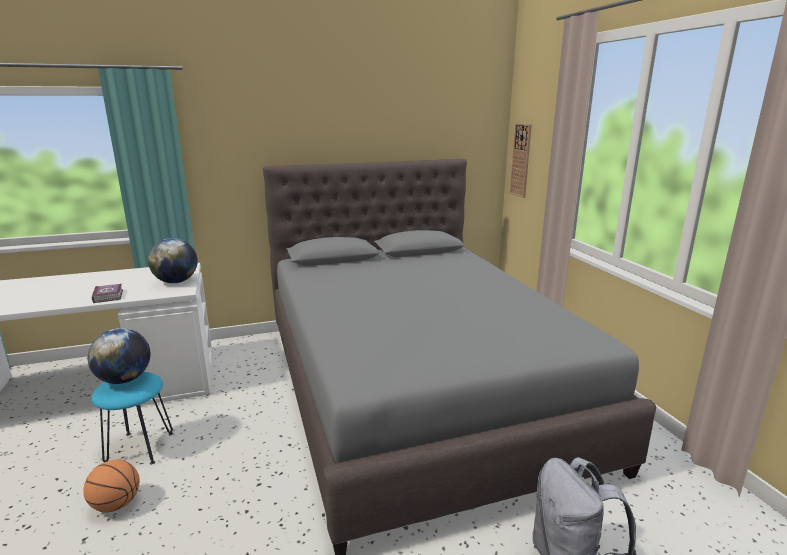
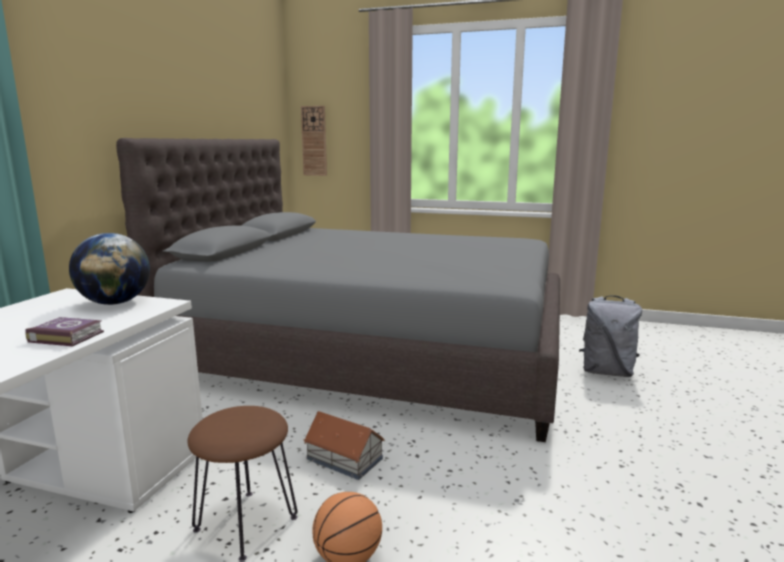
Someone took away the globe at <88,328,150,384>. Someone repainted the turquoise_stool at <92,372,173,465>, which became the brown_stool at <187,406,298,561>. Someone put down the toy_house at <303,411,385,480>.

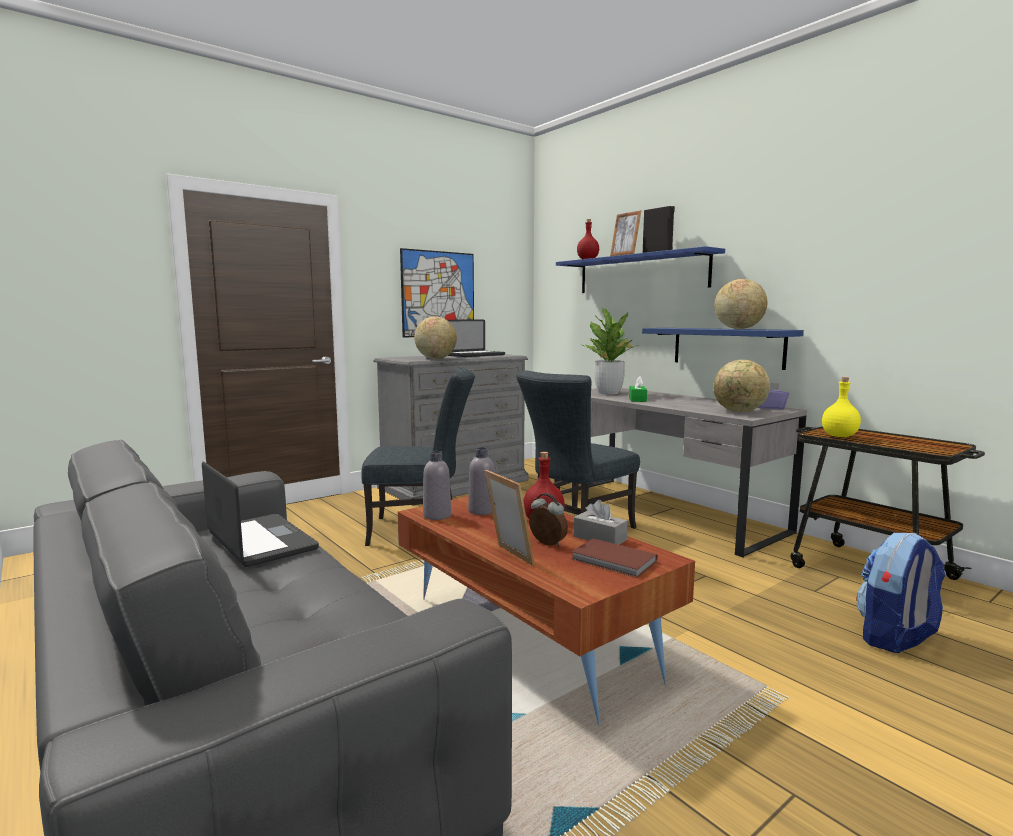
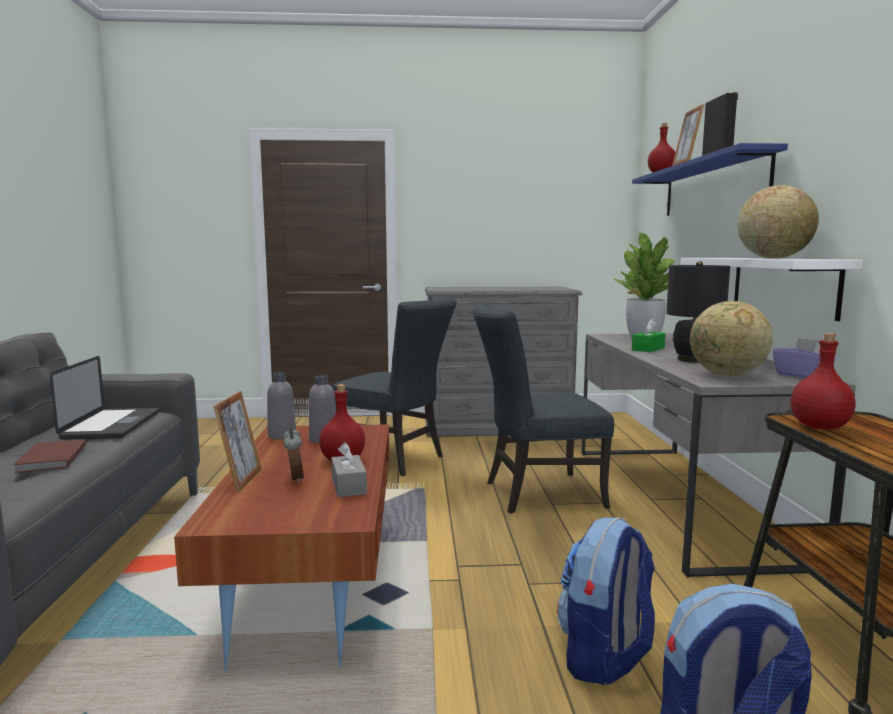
Someone took away the picture at <400,248,474,338>. Someone took away the globe at <414,317,457,359>. Someone took away the laptop at <447,320,505,357>. Someone carried the brown_book from <571,539,658,578> to <13,439,86,473>. Someone repainted the blue_shelf at <642,328,804,370>, which became the white_shelf at <680,258,863,321>. Someone repainted the yellow_bottle at <822,377,861,437>, which became the red_bottle at <791,333,856,430>. Someone put down the backpack at <557,517,655,685>. Someone put down the black_table_lamp at <666,261,730,363>.

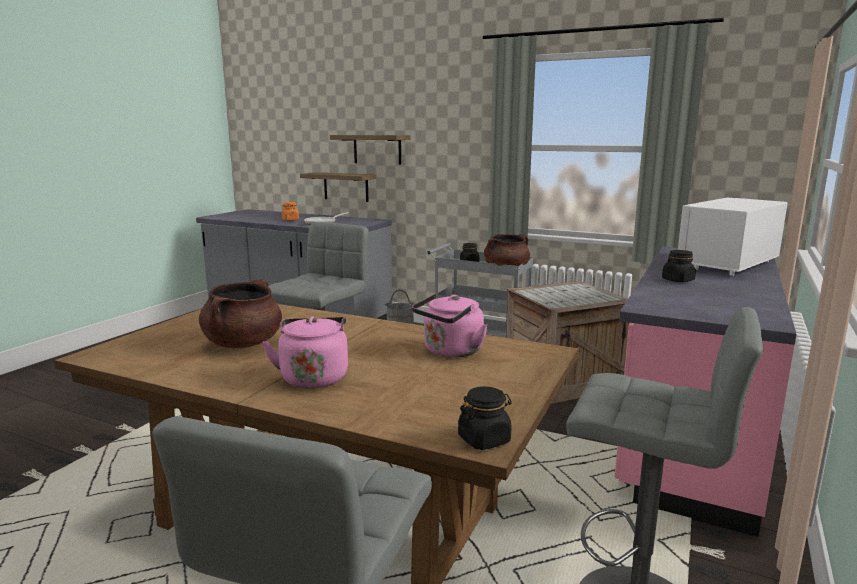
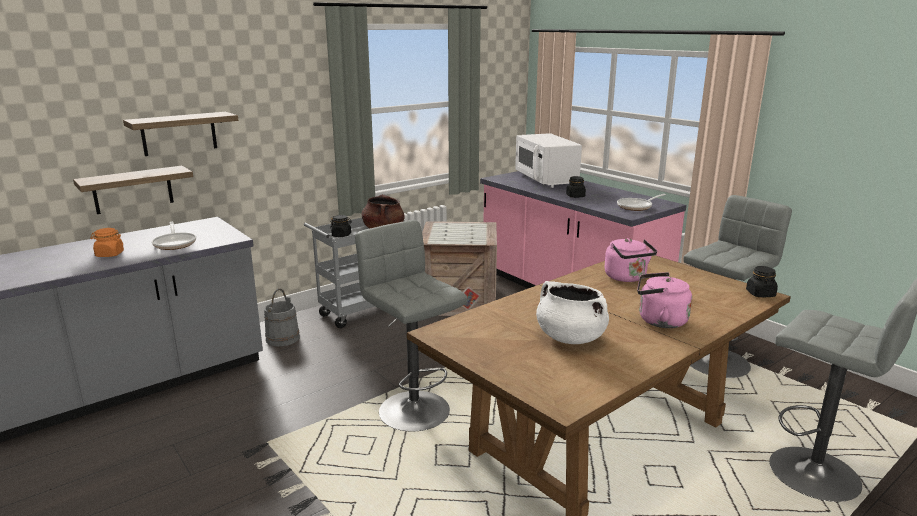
Someone repainted the brown_cooking_pot at <199,280,282,348>, which became the white_cooking_pot at <536,281,609,344>. Someone put down the frying_pan at <617,194,666,211>.

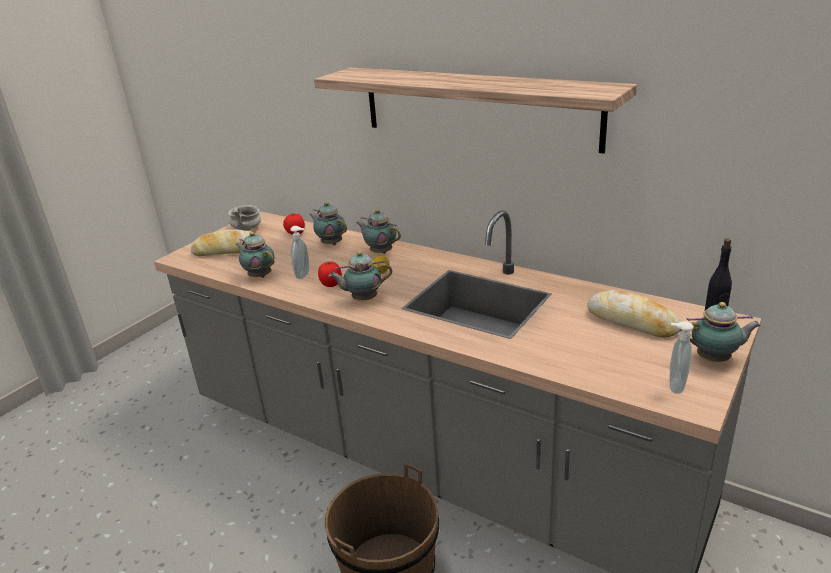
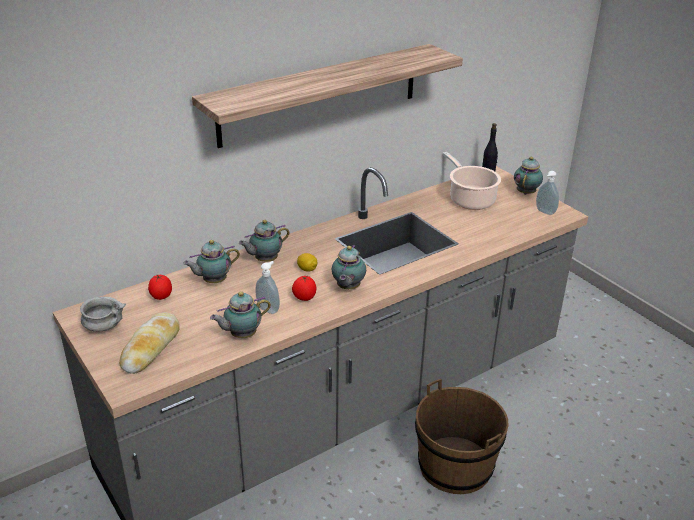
Someone swapped the bread at <587,290,681,338> for the cooking_pot at <443,152,501,210>.

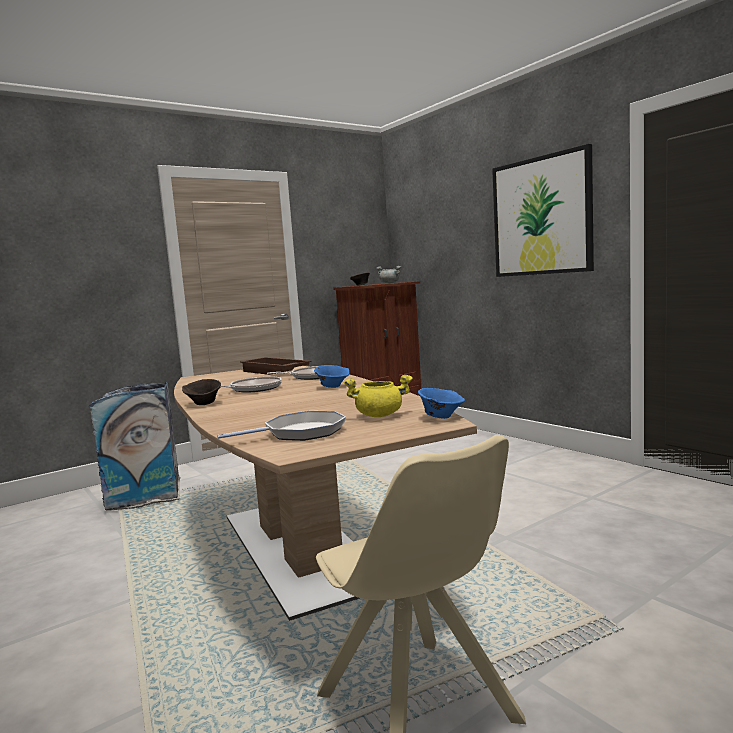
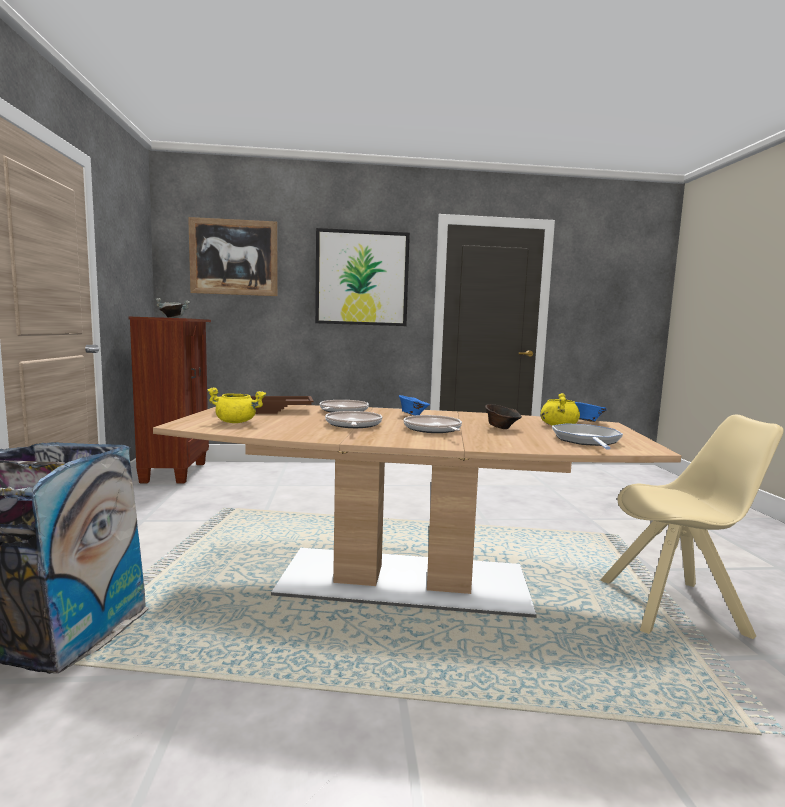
Someone carried the brown_bowl from <182,379,221,405> to <485,404,522,429>. Someone put up the picture at <188,217,278,296>. Someone put down the yellow_cooking_pot at <207,387,266,423>. Someone put down the frying_pan at <403,415,462,433>.

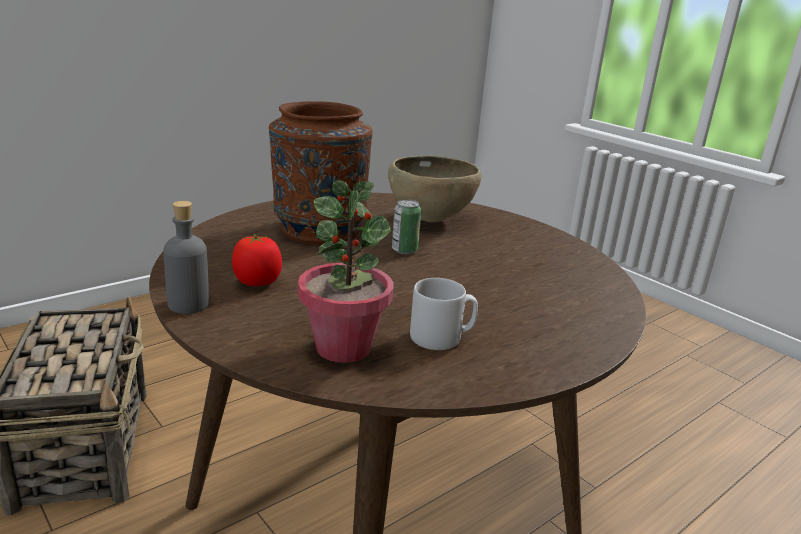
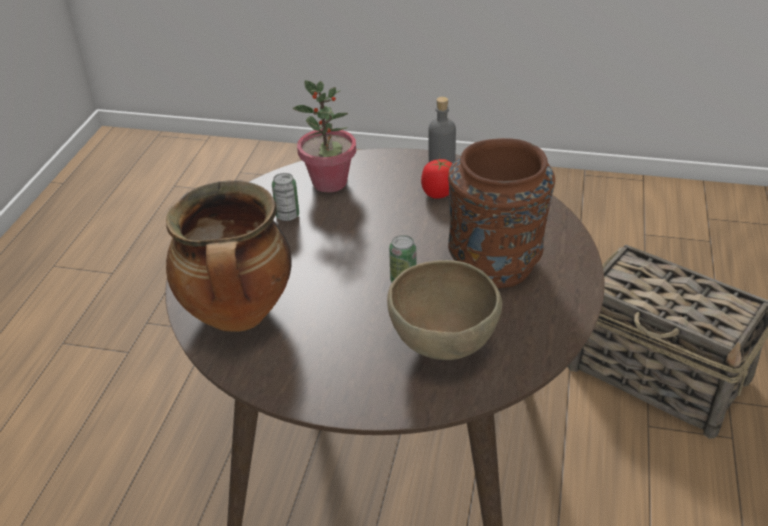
Someone swapped the grey_mug at <410,278,478,350> for the can at <272,173,299,221>. Someone put down the cooking_pot at <166,180,292,332>.

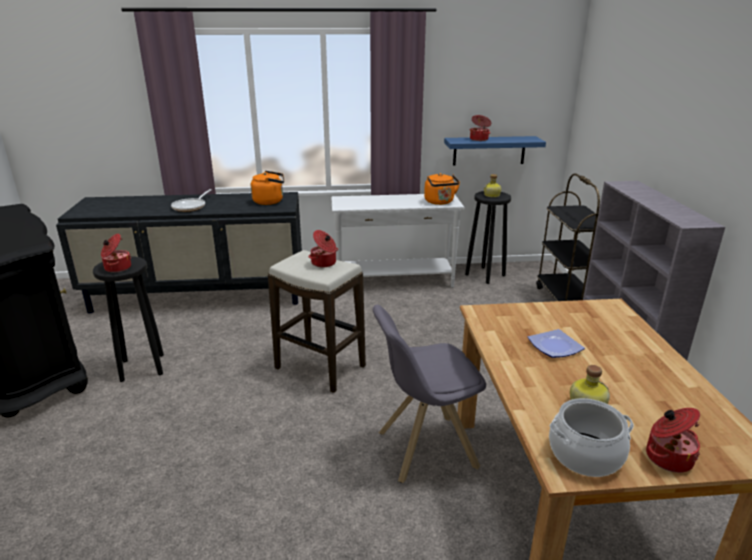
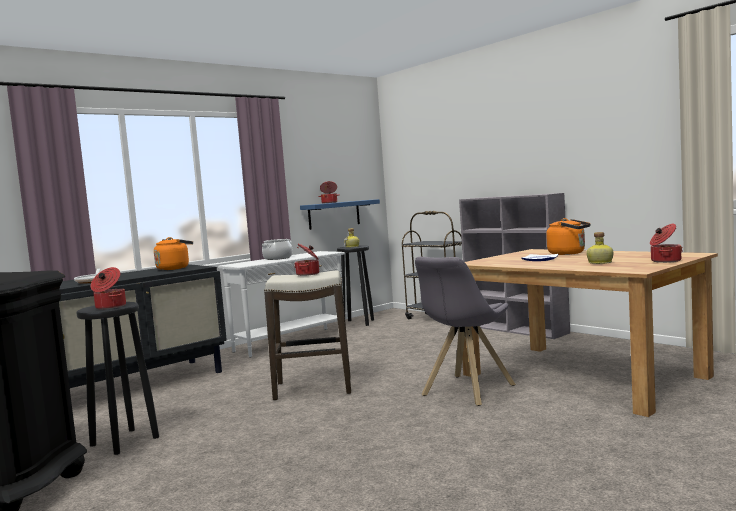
Someone carried the orange_kettle from <424,173,460,205> to <546,218,591,255>. Someone carried the cooking_pot from <549,398,634,477> to <262,239,293,260>.

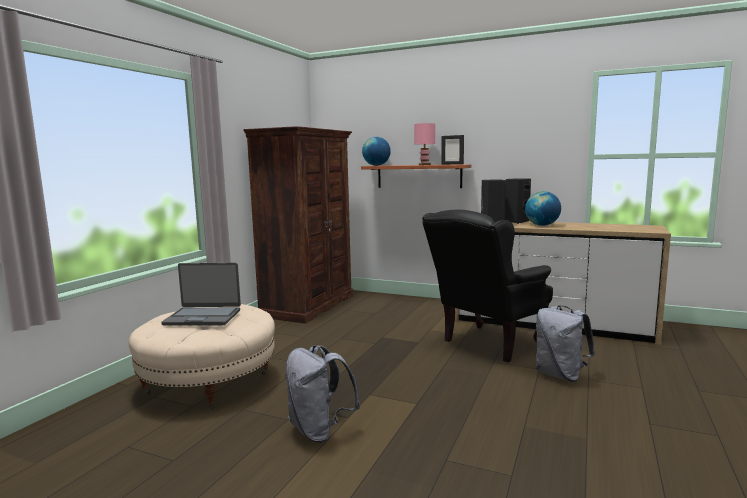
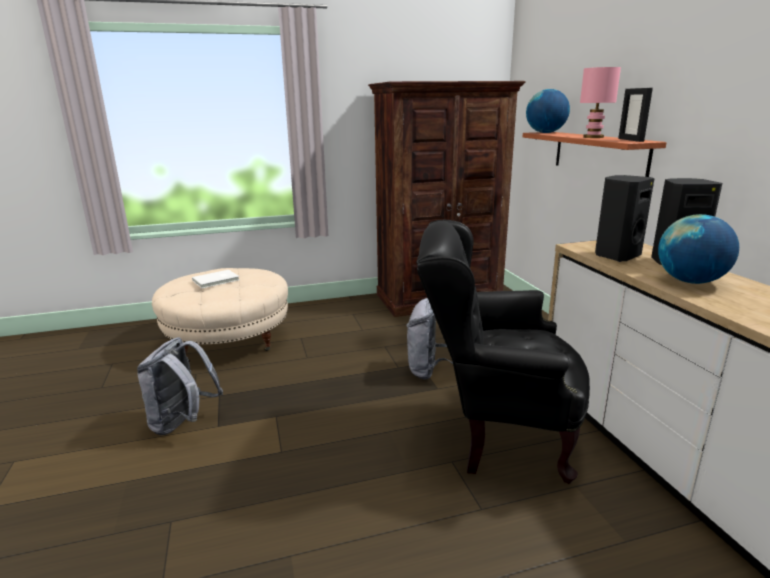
Someone swapped the laptop at <161,263,241,326> for the white_book at <192,270,239,288>. Someone carried the grey_backpack from <536,306,595,382> to <407,298,453,380>.

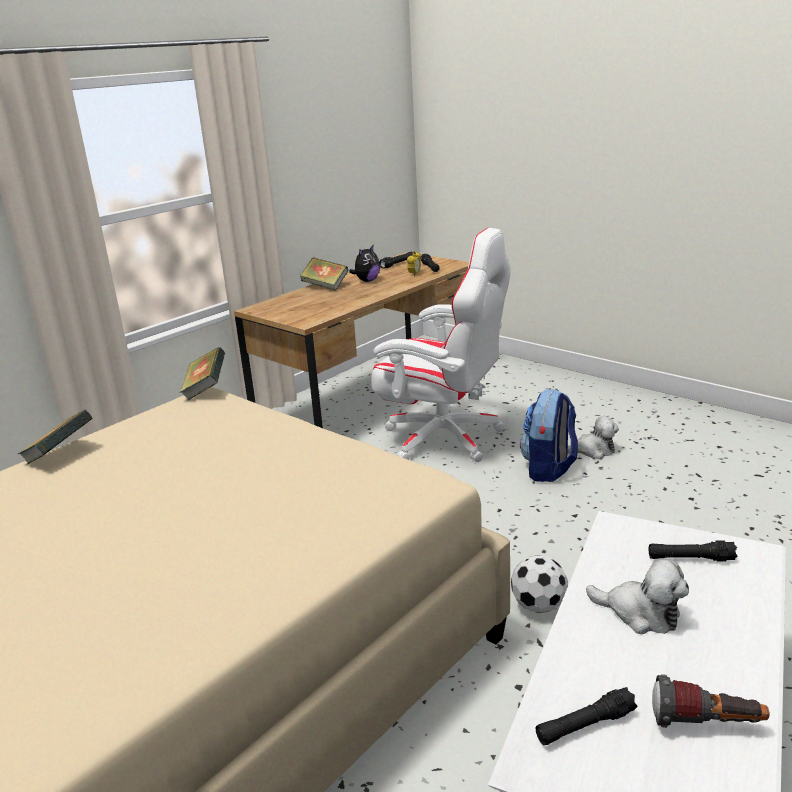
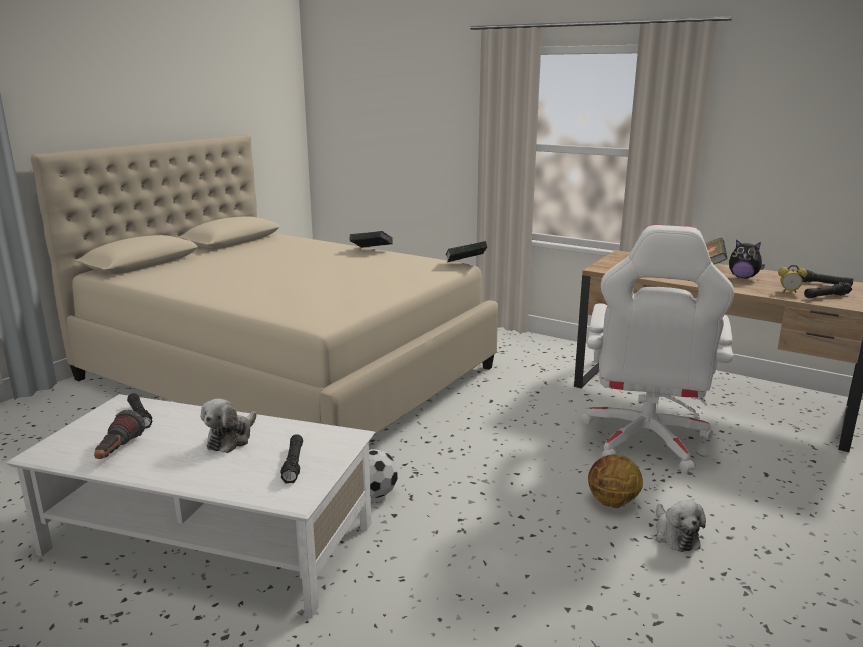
Someone swapped the backpack at <520,389,578,482> for the basketball at <588,454,643,508>.

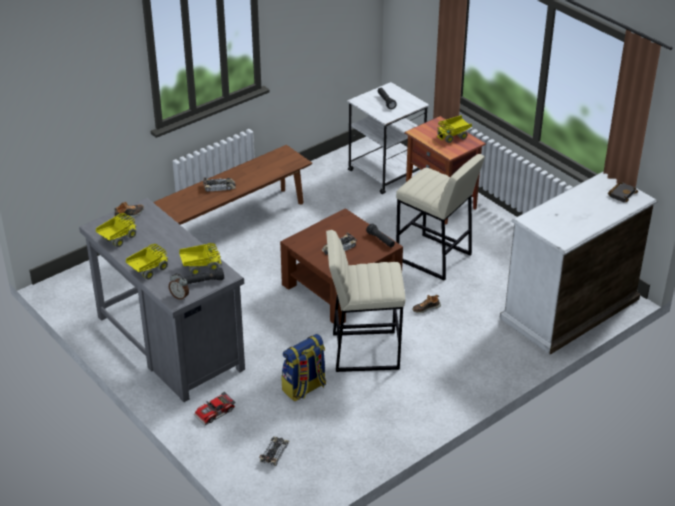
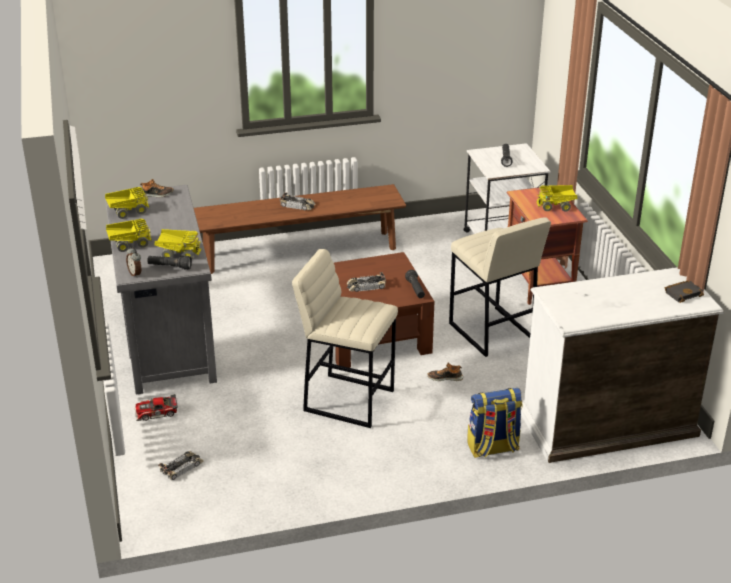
Someone carried the backpack from <282,334,326,401> to <467,388,522,458>.

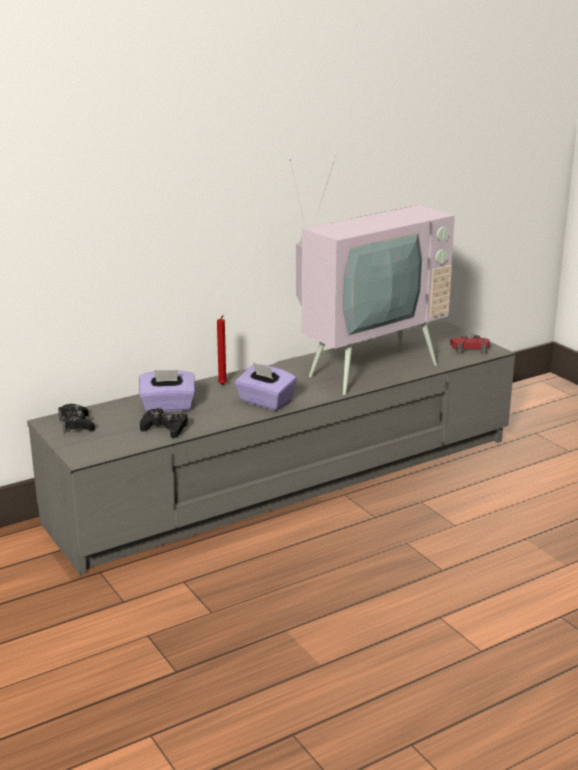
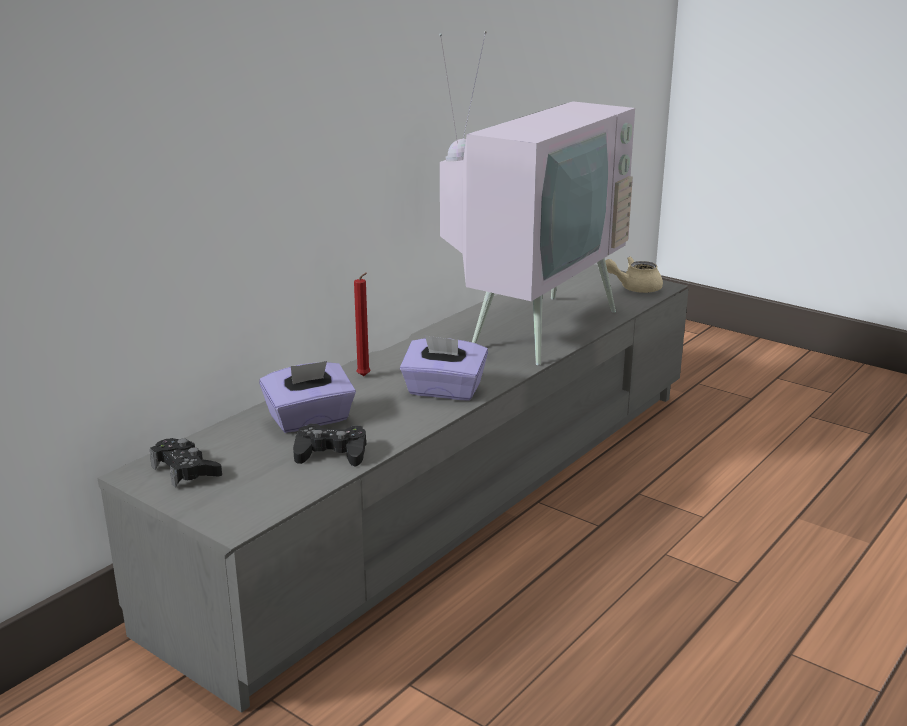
Someone swapped the red_game_controller at <450,335,490,354> for the beige_teapot at <605,257,663,293>.

